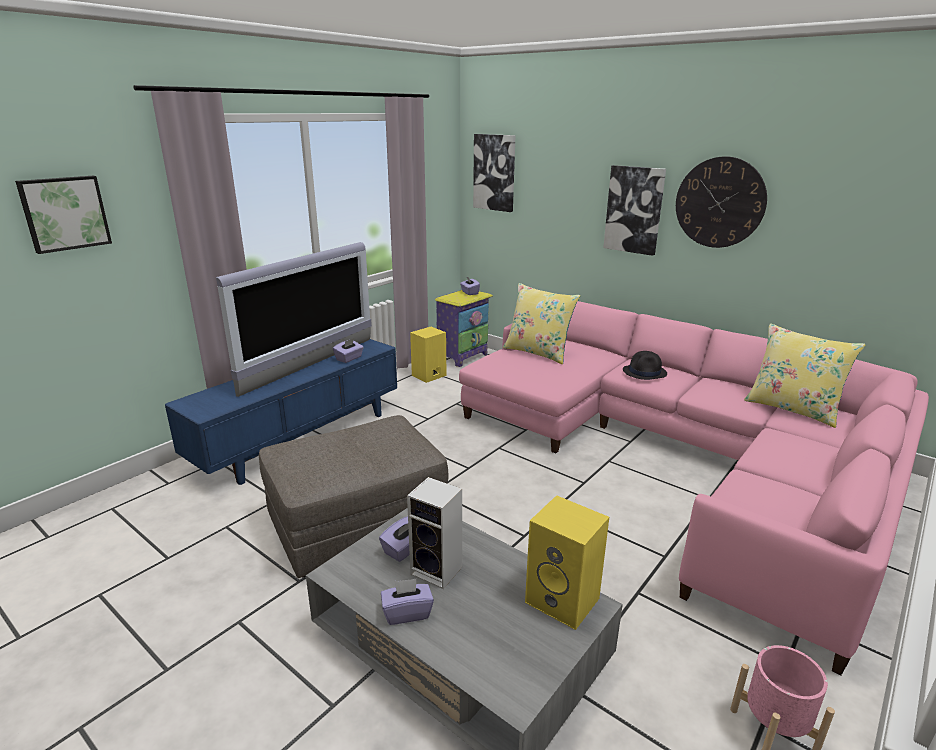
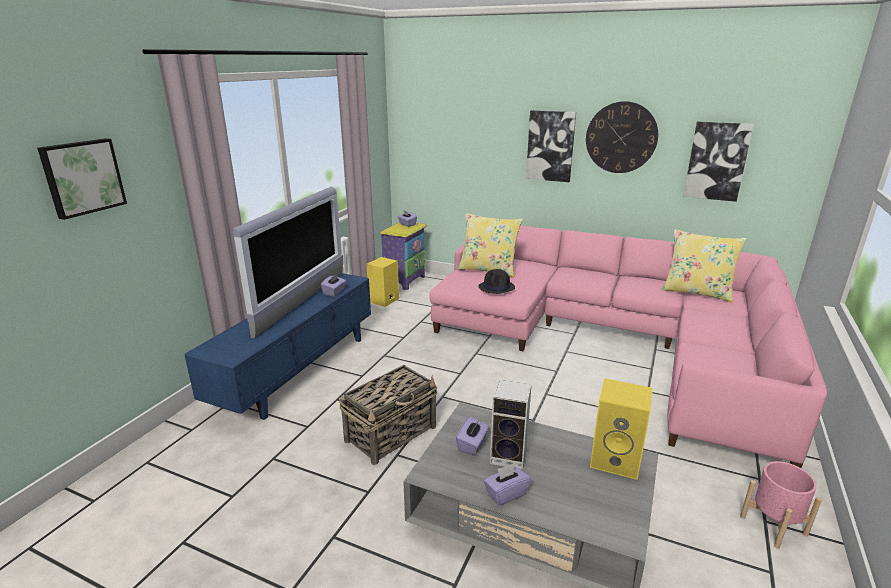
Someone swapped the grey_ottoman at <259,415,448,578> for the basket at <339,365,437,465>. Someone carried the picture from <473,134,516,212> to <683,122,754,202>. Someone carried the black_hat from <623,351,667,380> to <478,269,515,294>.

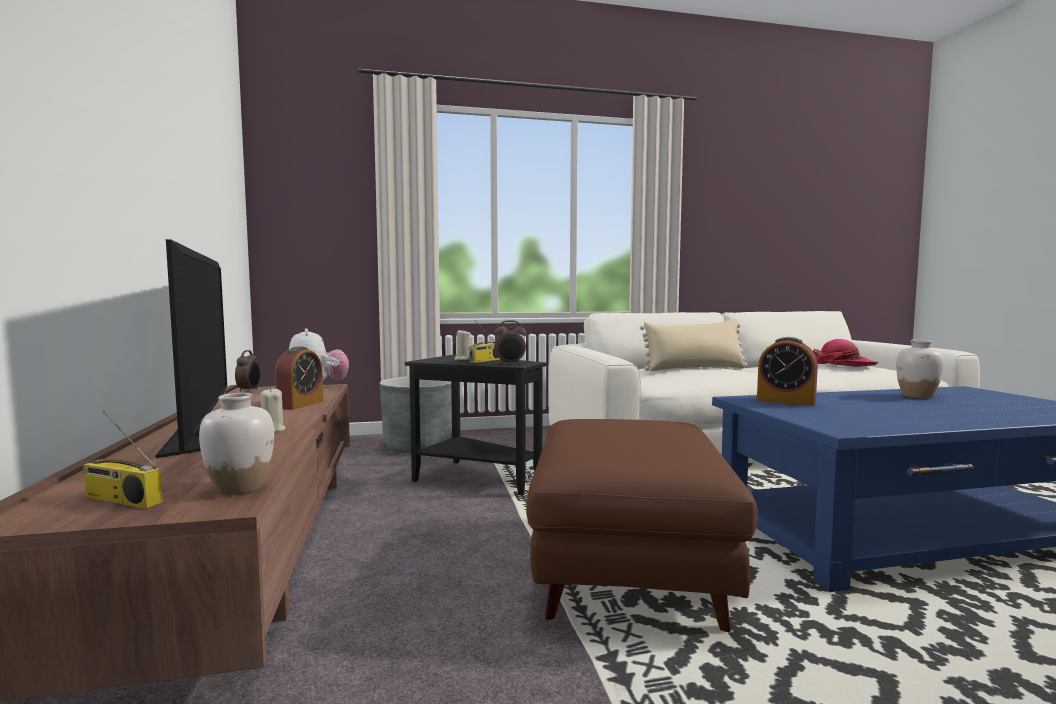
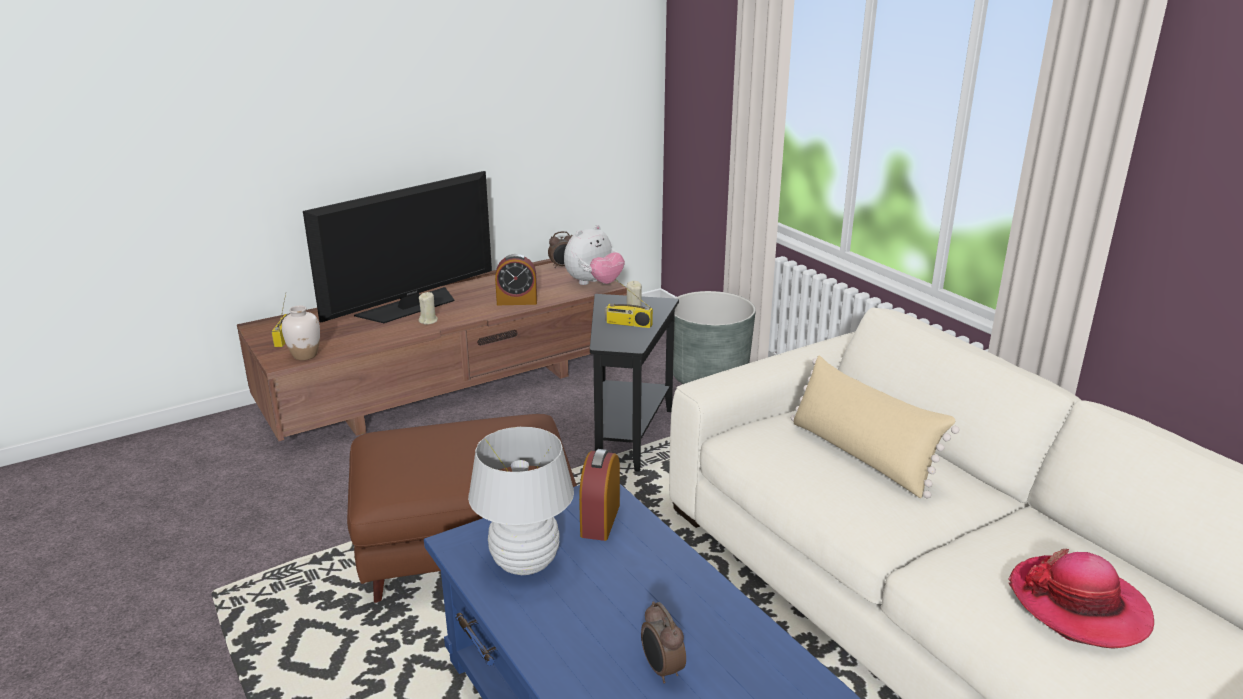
Someone carried the alarm_clock from <494,320,526,365> to <641,602,686,684>. Someone took away the white_vase at <896,340,944,398>. Someone put down the white_table_lamp at <468,427,574,575>.

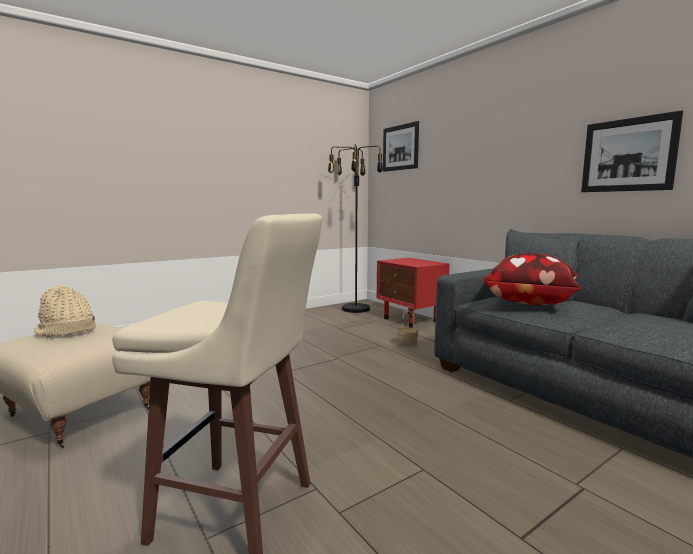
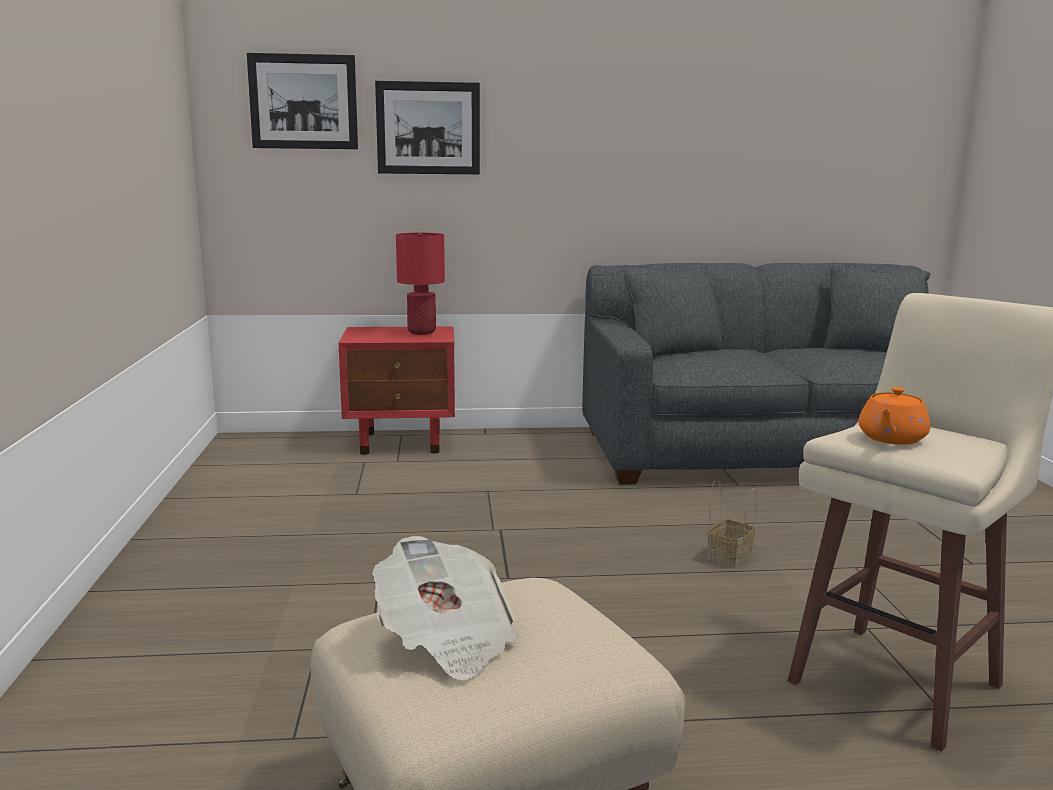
Someone swapped the beige_hat at <34,285,96,337> for the newspaper at <373,536,520,680>. Someone took away the floor_lamp at <328,144,383,313>. Someone carried the basket from <398,306,418,347> to <708,479,757,569>. Someone took away the pillow at <482,253,582,305>. Someone carried the picture from <581,110,683,192> to <375,81,480,174>. Someone put down the red_table_lamp at <396,233,445,335>. Someone put down the orange_teapot at <859,387,930,445>.

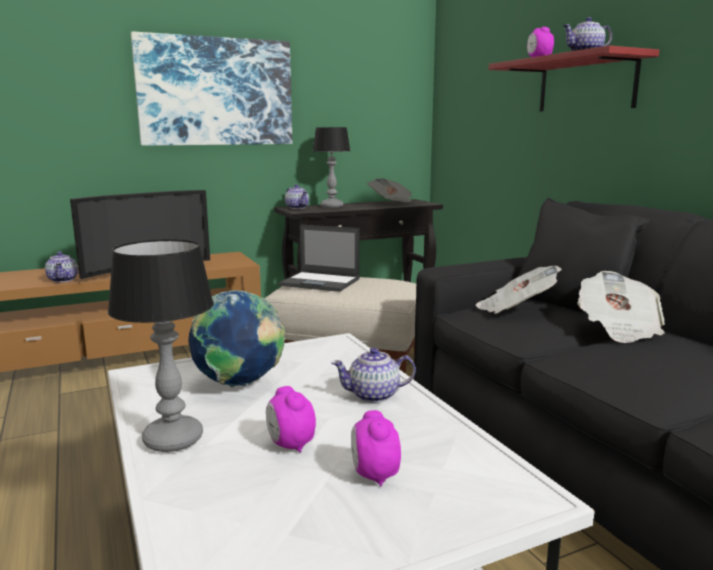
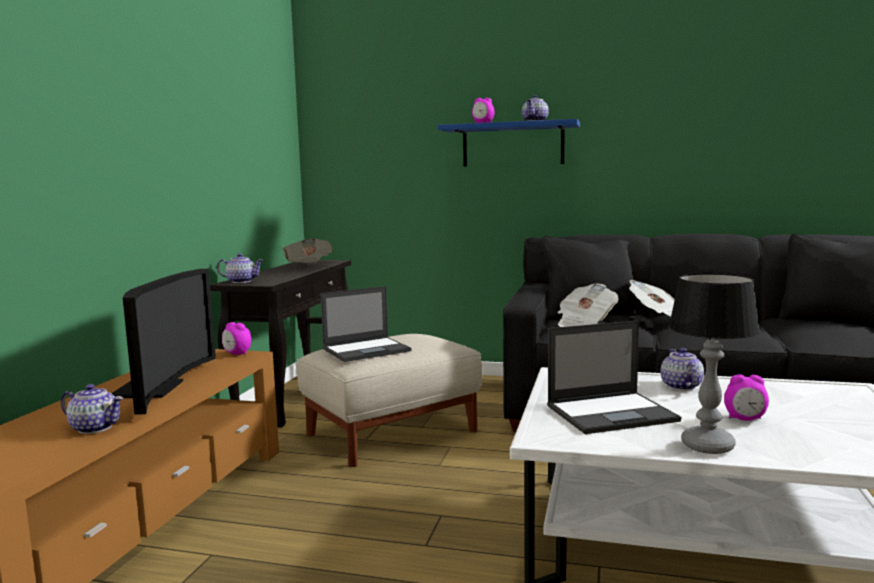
Someone took away the picture at <131,31,292,146>. Someone swapped the globe at <188,290,285,388> for the laptop at <547,320,681,434>. Someone took away the table_lamp at <313,127,350,208>. Someone rotated the teapot at <332,348,416,403> by 150 degrees clockwise. Someone carried the alarm_clock from <351,410,401,487> to <222,322,251,355>. Someone repainted the red_shelf at <489,46,659,111>, which became the blue_shelf at <437,119,580,167>.

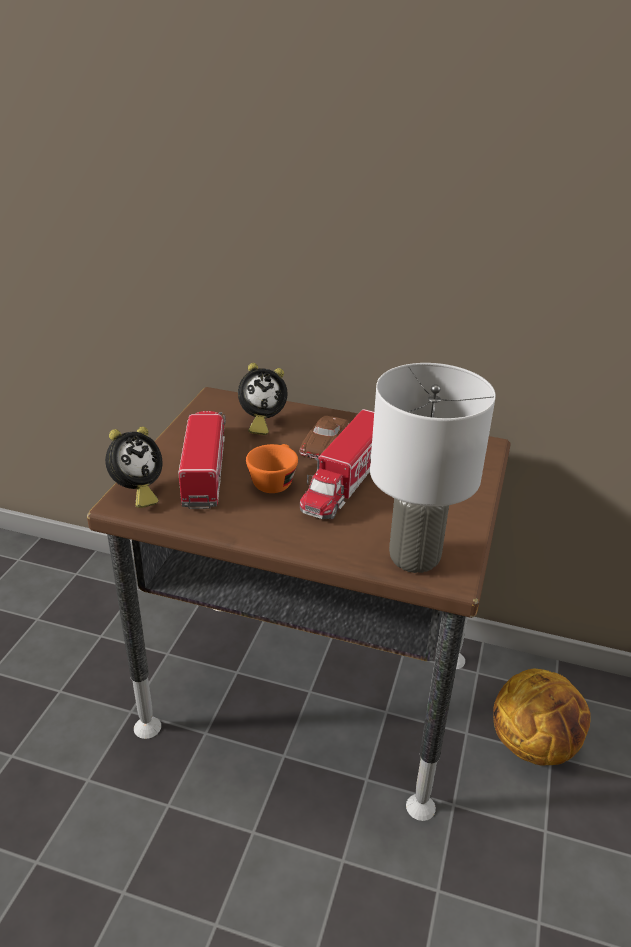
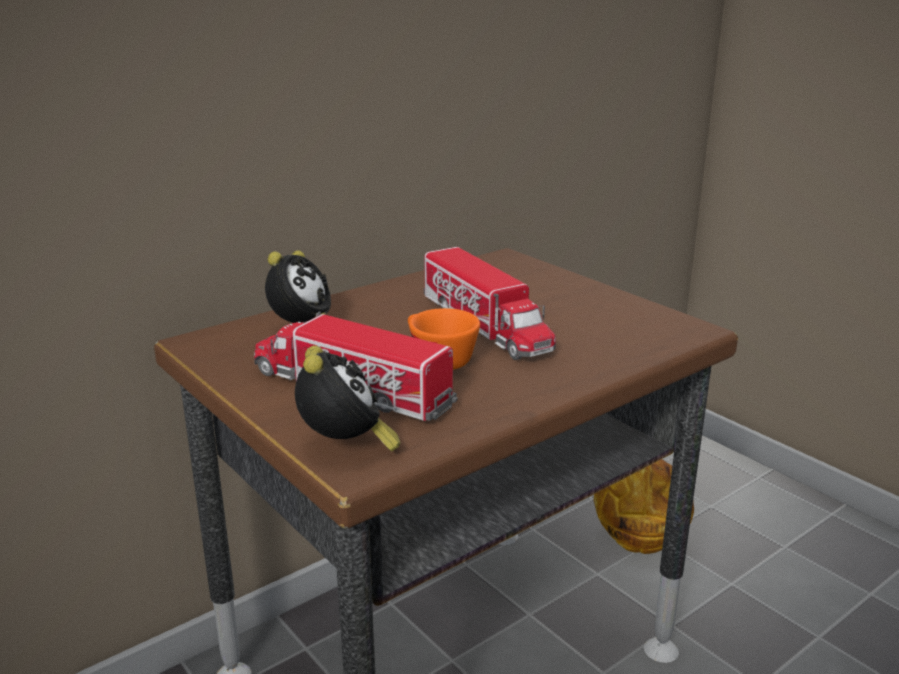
Someone took away the brown_toy_car at <299,416,349,459>. Someone took away the white_table_lamp at <370,363,496,573>.

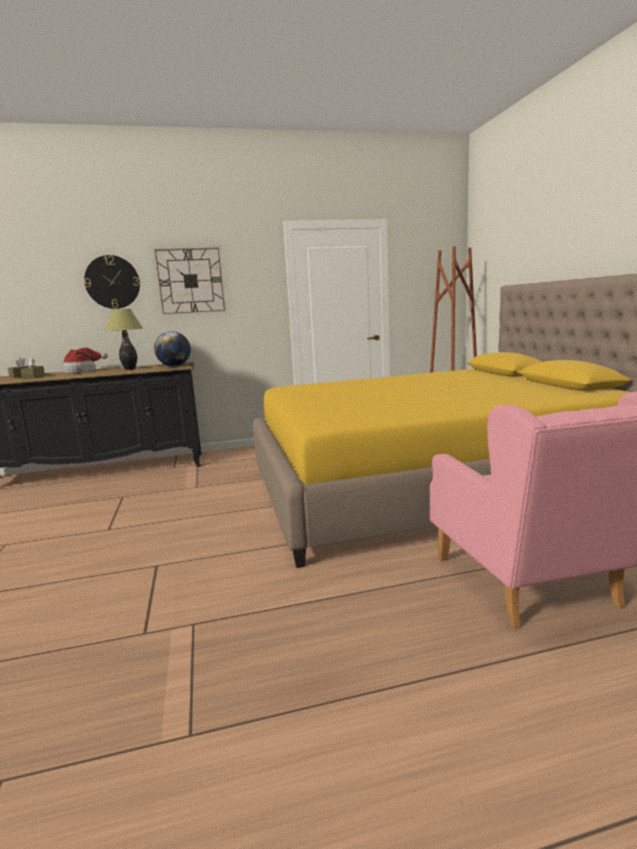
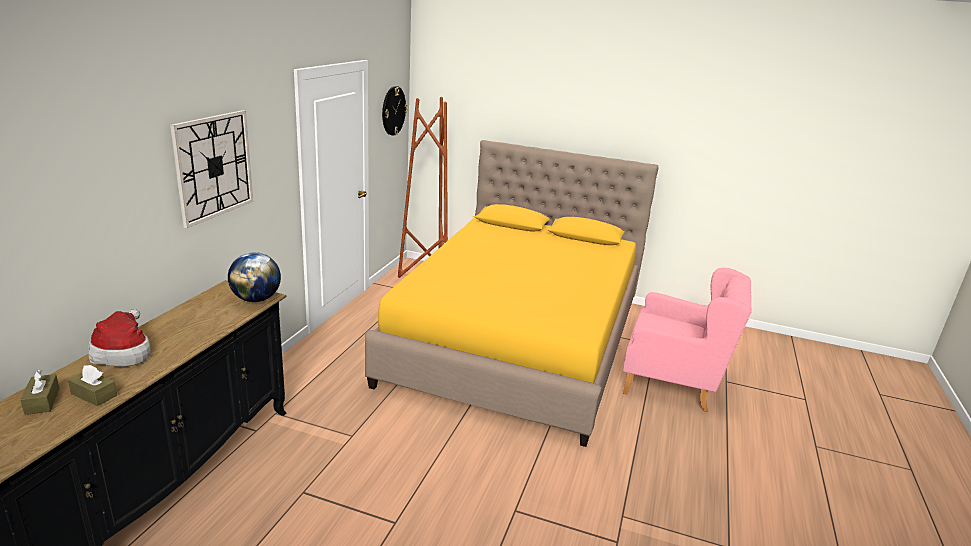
Someone carried the wall_clock from <84,255,140,309> to <382,86,407,136>. Someone took away the table_lamp at <105,309,143,370>.

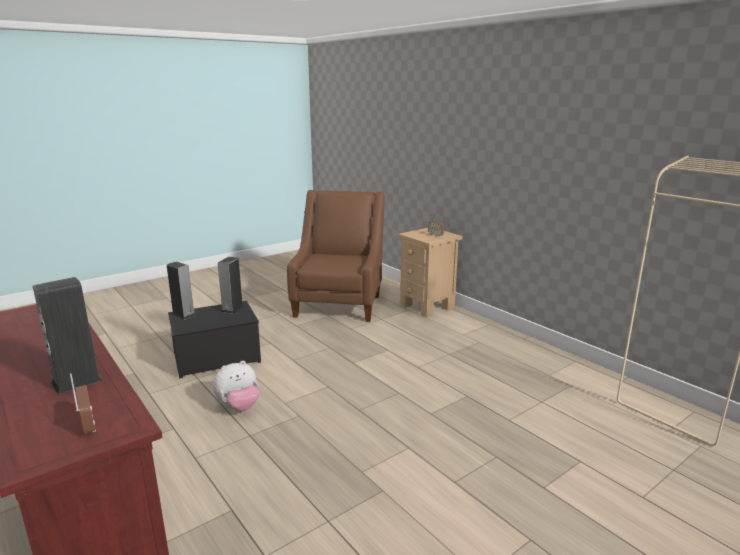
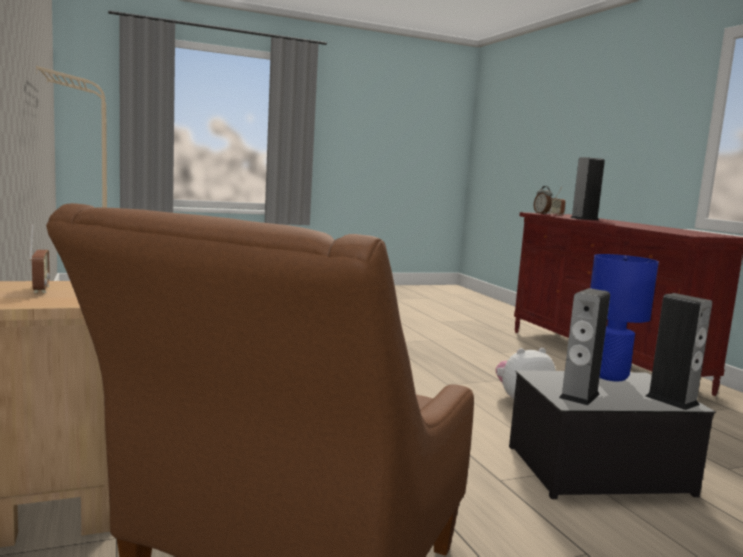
Someone put down the alarm_clock at <534,186,552,214>. Someone put down the blue_table_lamp at <590,254,659,381>.

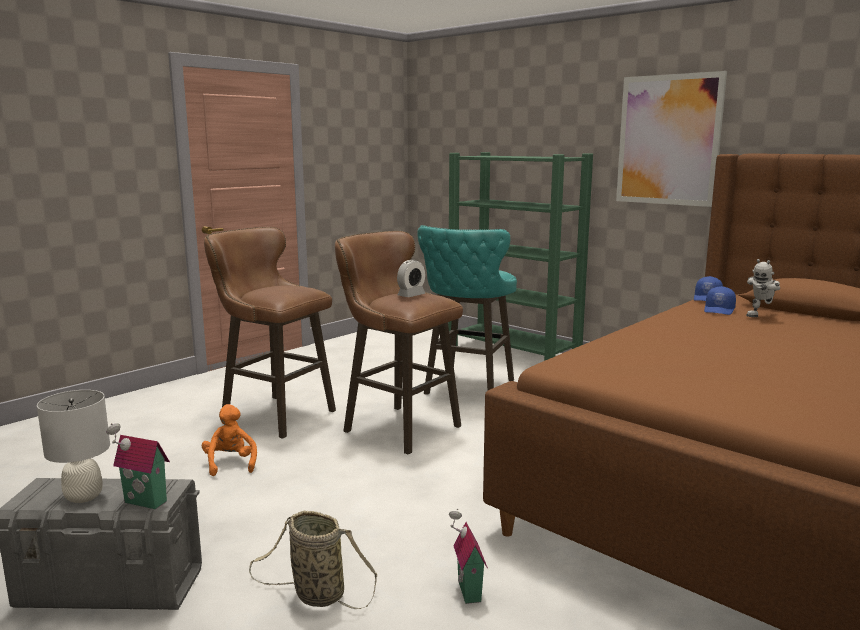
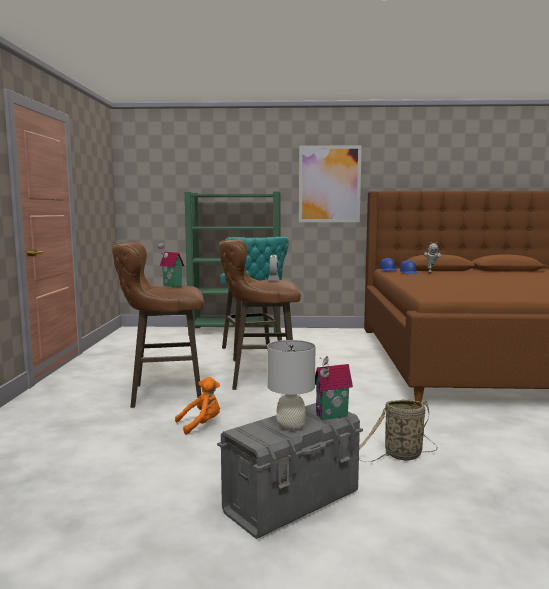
Someone rotated the orange_plush_toy at <202,404,257,476> by 120 degrees clockwise. Someone carried the toy_house from <449,509,488,604> to <158,243,184,288>.

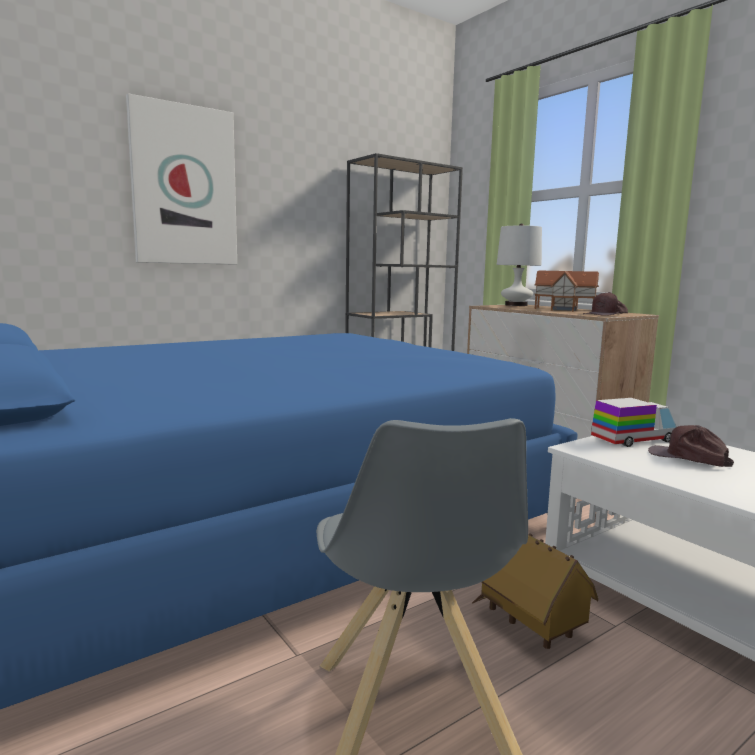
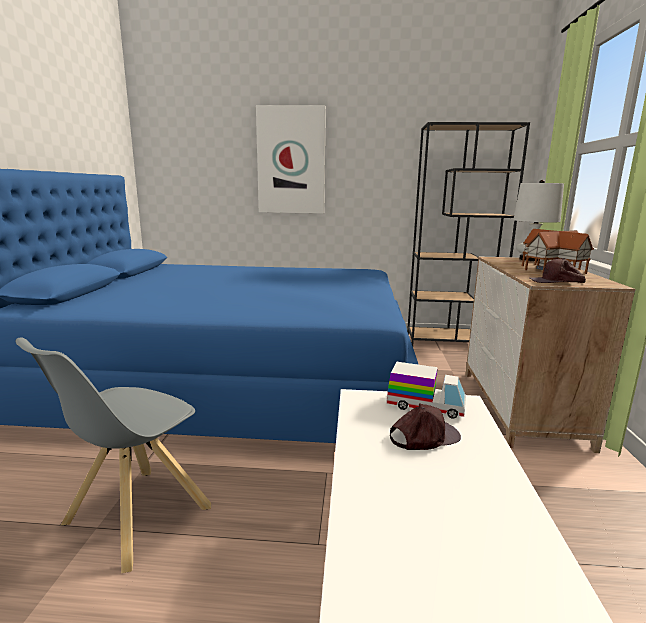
Someone took away the toy_house at <472,533,598,649>. Someone rotated the brown_cap at <648,425,734,467> by 75 degrees clockwise.

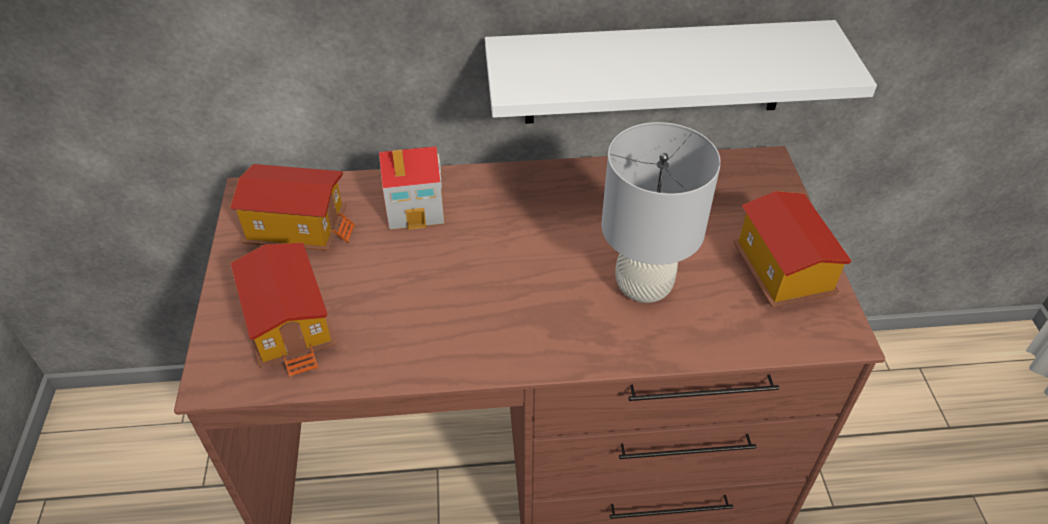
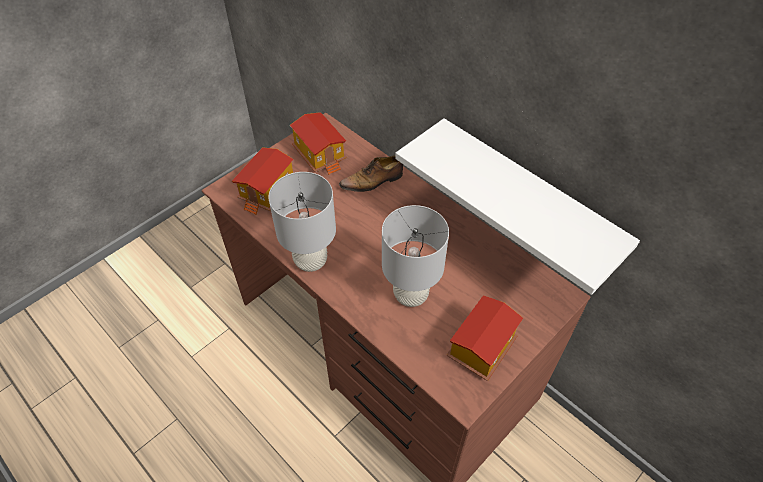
Someone swapped the toy_house at <379,146,444,230> for the shoe at <339,156,403,192>. Someone put down the grey_table_lamp at <268,172,336,272>.

